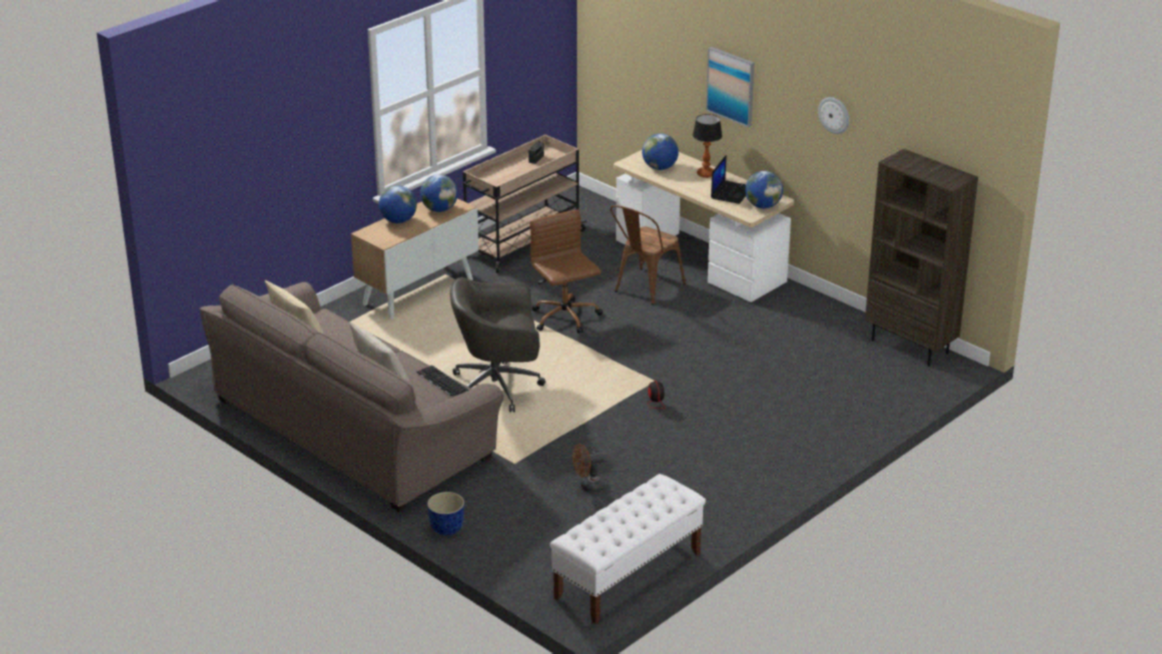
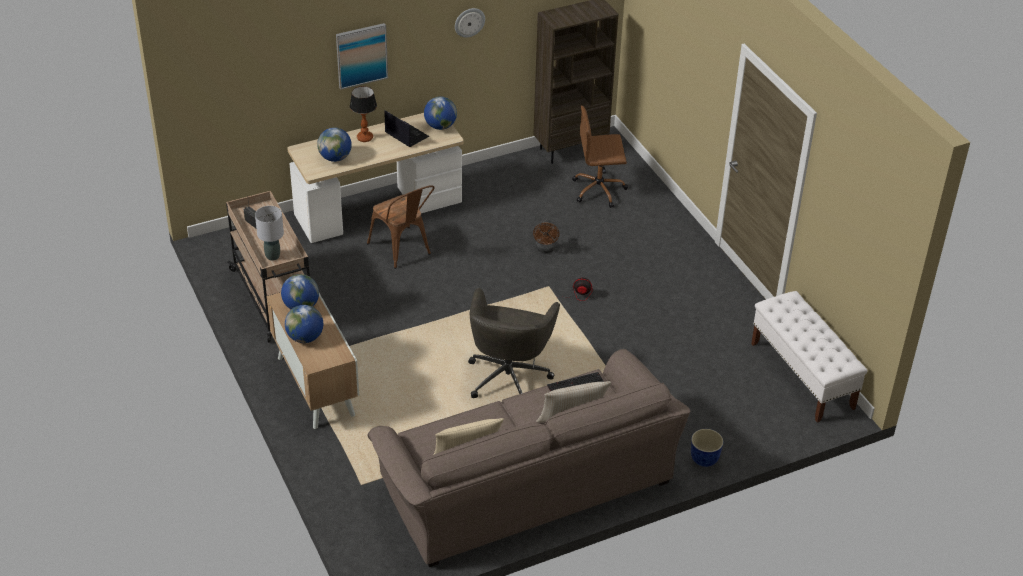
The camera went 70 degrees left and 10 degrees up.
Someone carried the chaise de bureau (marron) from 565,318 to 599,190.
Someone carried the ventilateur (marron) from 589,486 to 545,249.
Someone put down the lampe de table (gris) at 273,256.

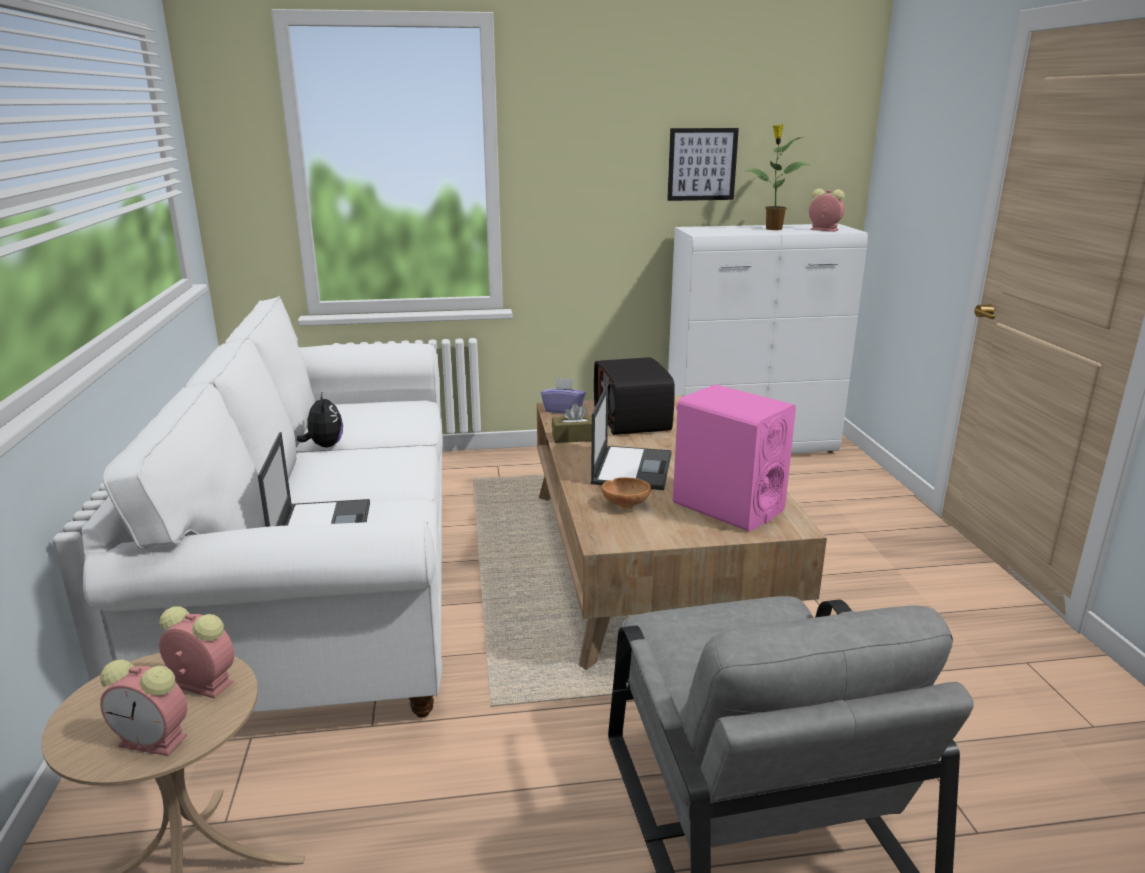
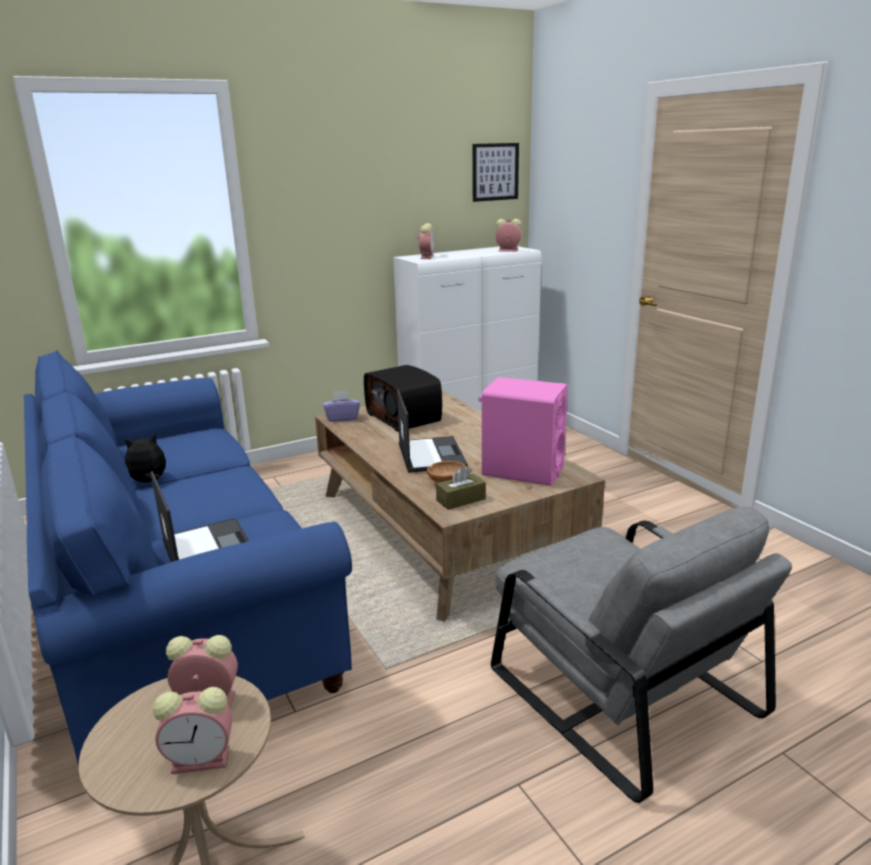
The camera went 20 degrees left and 0 degrees up.
Someone repainted the canapé (blanc) at 334,577, which became the canapé (bleu) at 181,598.
Someone rotated the peluche at 324,446 by 75 degrees counterclockwise.
Someone carried the boîte à mouchoirs (marron) from 574,437 to 461,500.
Someone carried the tableau from 702,164 to 495,172.
Someone took away the plante en pot at 773,229.
Someone put down the réveil at 426,257.

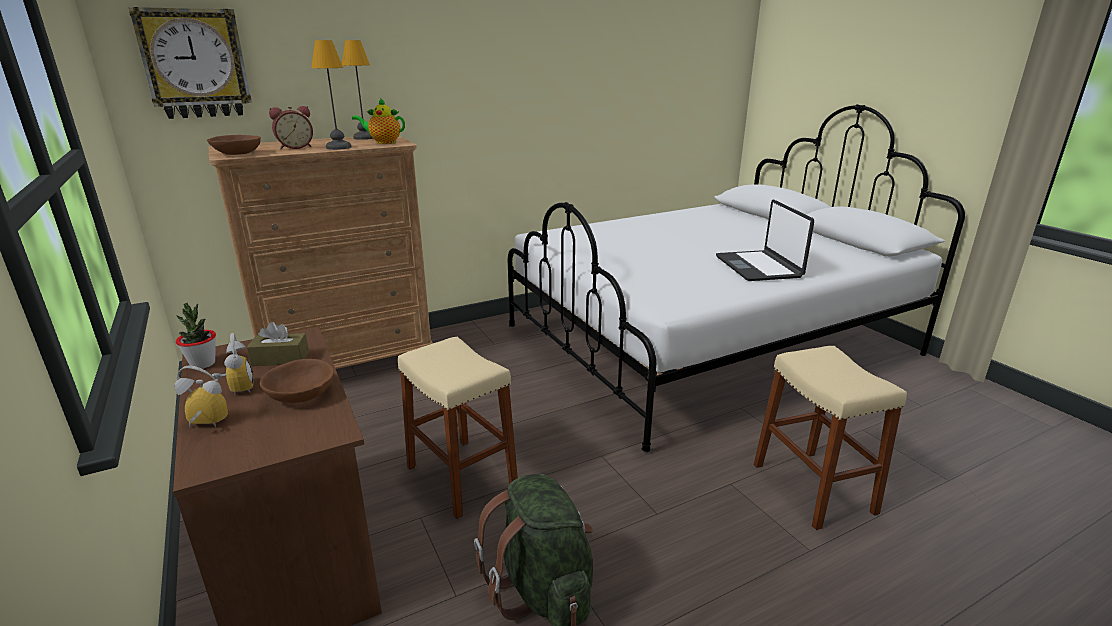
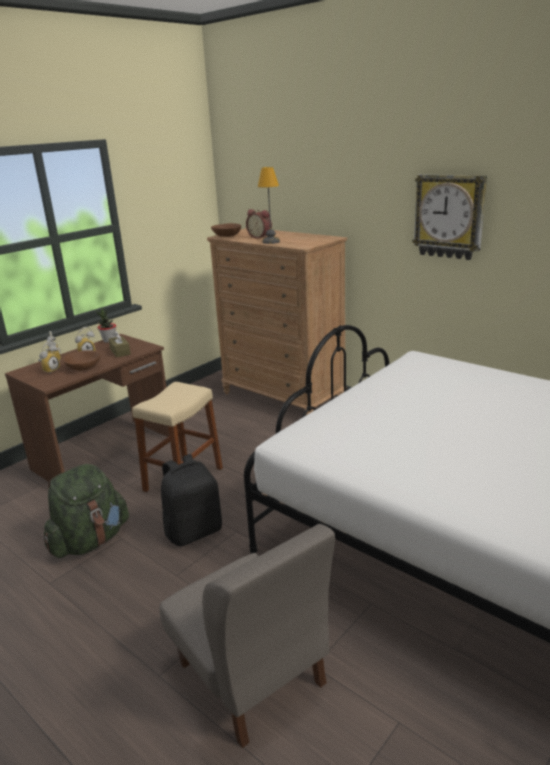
The camera went 70 degrees right and 0 degrees up.
Someone carried the horloge murale from 195,64 to 449,216.
Someone took away the lampe de table at 365,137.
Someone took away the théière at 383,142.
Someone took away the ordinateur portable at 758,267.
Someone swapped the tabouret (beige) at 813,488 for the chaise (gris) at 251,674.
Someone put down the réveil at 50,370.
Someone put down the sac à dos (noir) at 194,531.

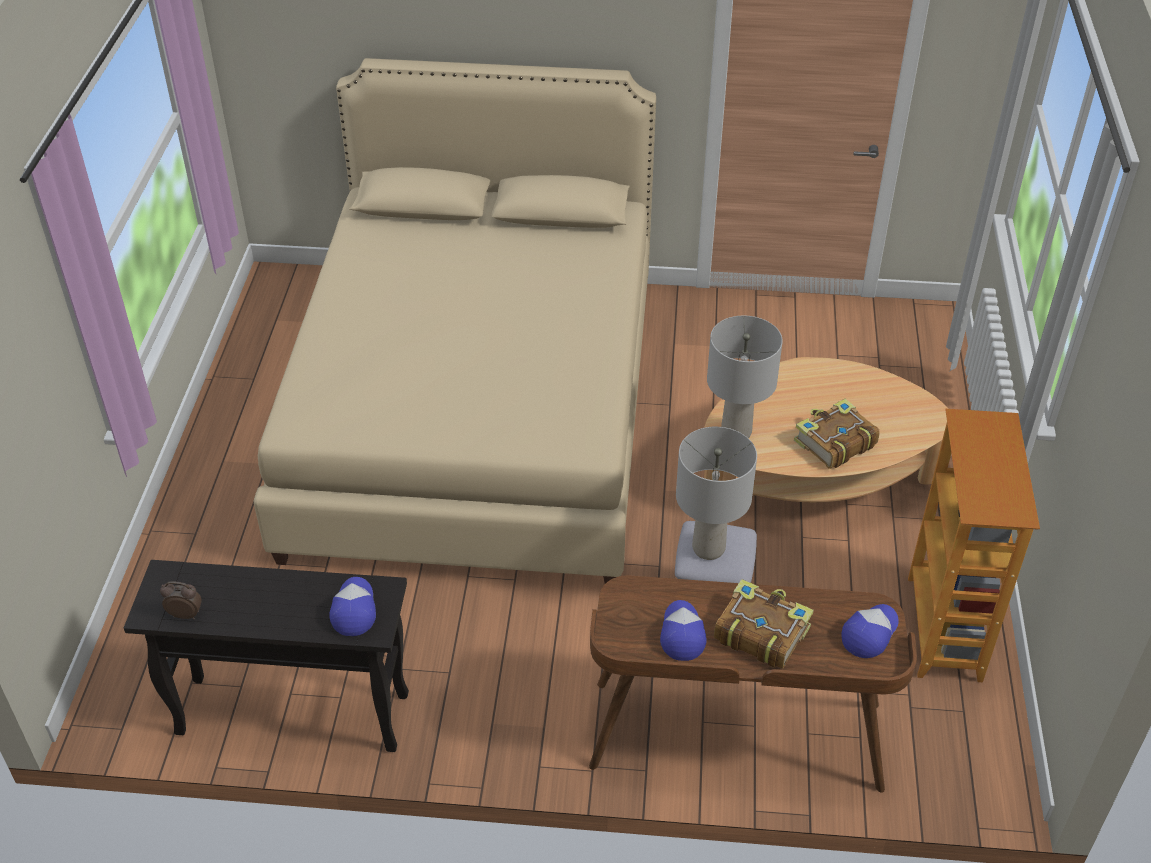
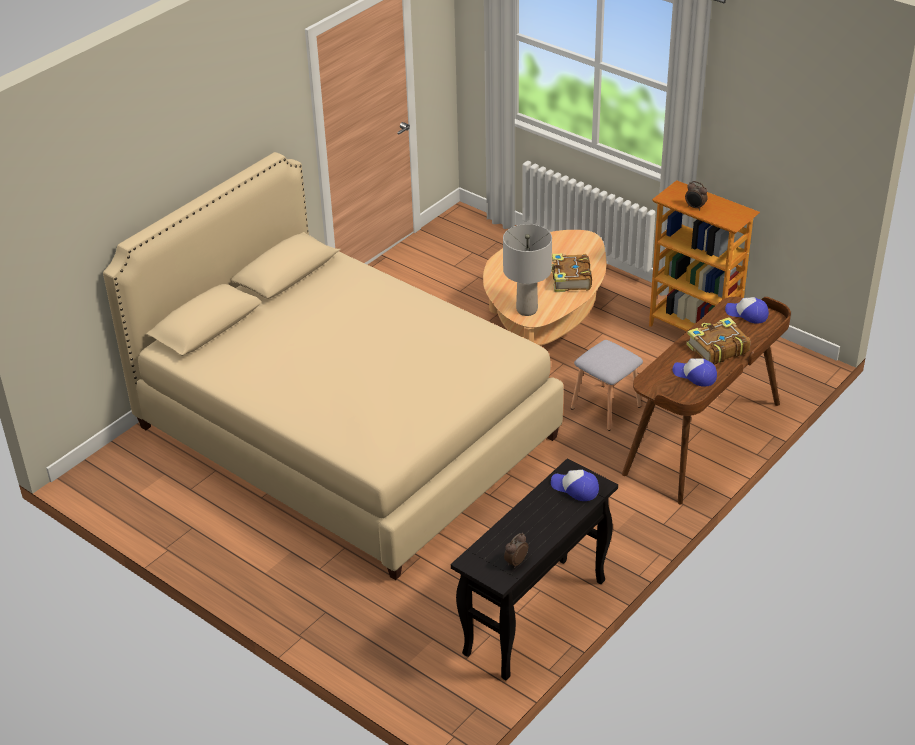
The camera went 55 degrees left and 5 degrees down.
Someone took away the lampe de table (gris) at 709,548.
Someone rotated the casquette at 869,633 by 45 degrees counterclockwise.
Someone put down the réveil at 695,207.

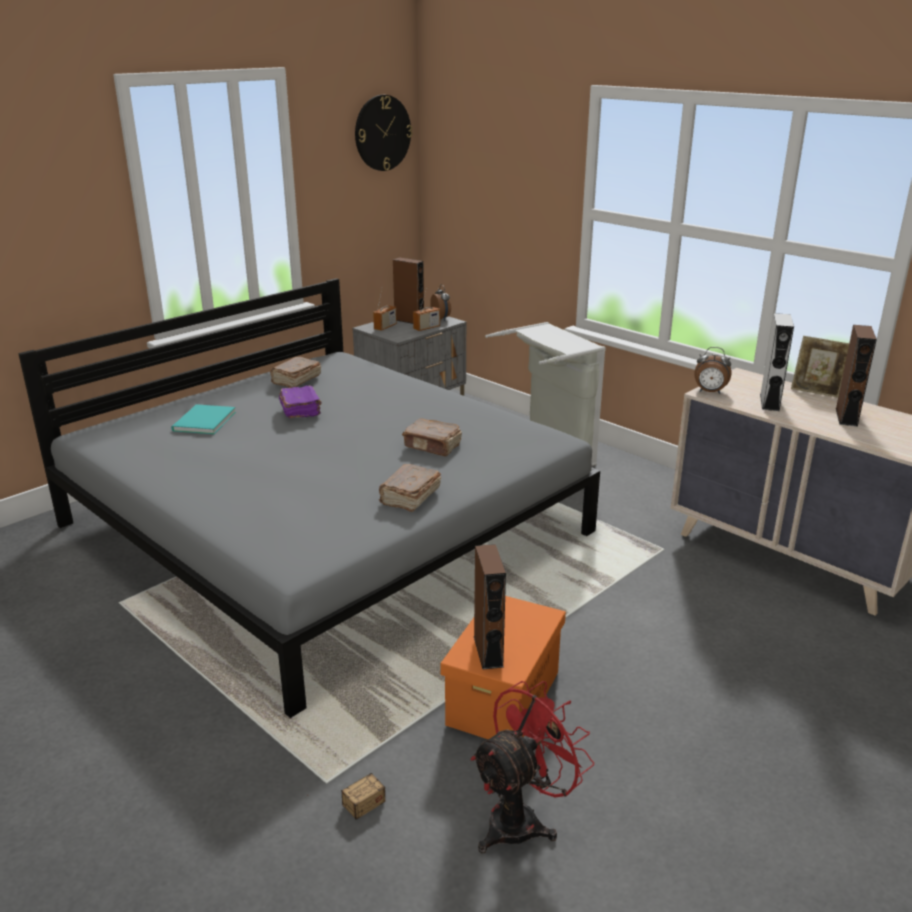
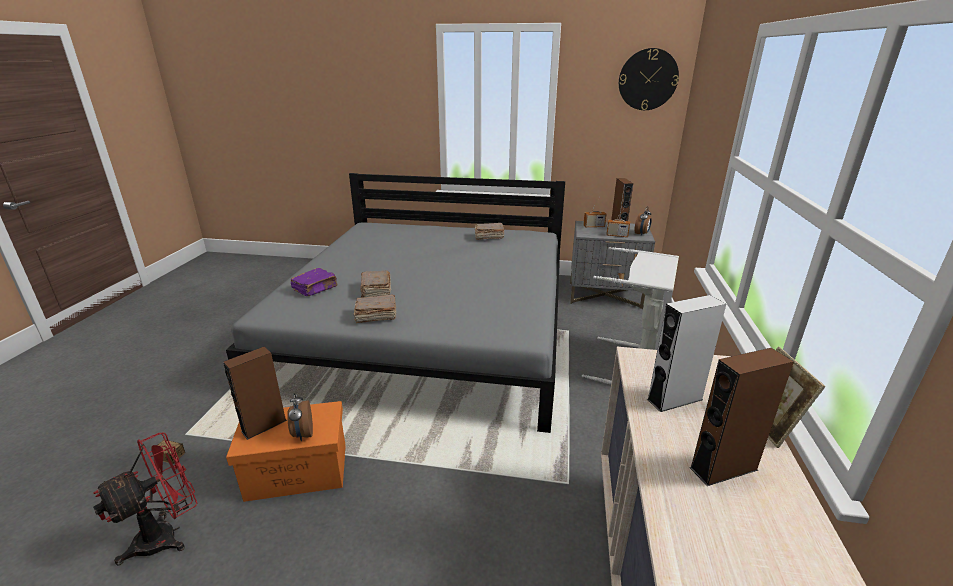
The camera went 55 degrees right and 0 degrees up.
Someone took away the livre (turquoise) at 202,422.
Someone carried the livre (violet) from 301,410 to 315,289.
Someone carried the livre (marron) from 433,446 to 375,291.
Someone rotated the ventilateur (rouge) at 522,819 by 60 degrees counterclockwise.
Someone carried the réveil from 709,392 to 302,434.

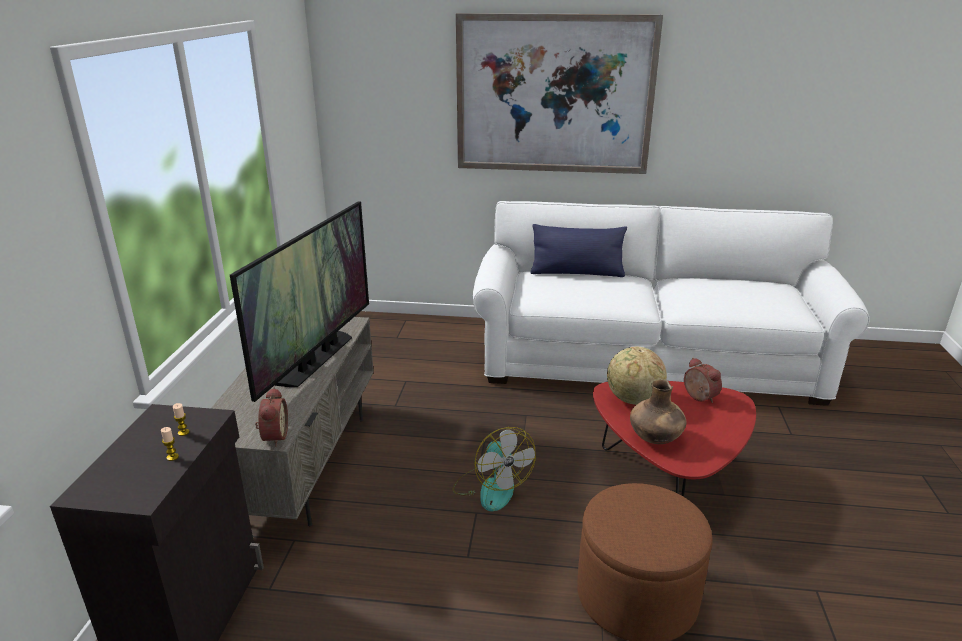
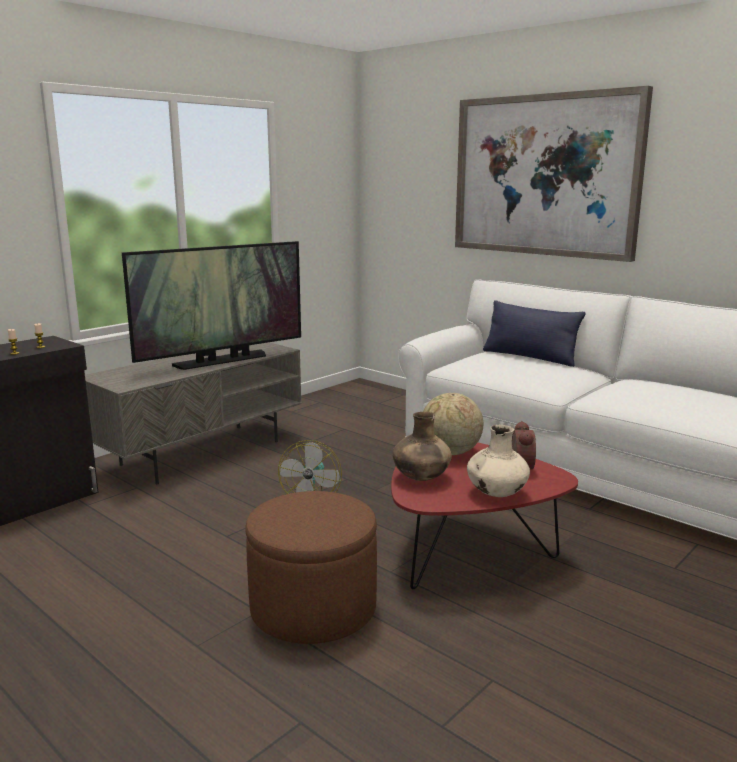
The camera went 35 degrees right and 10 degrees down.
Someone took away the réveil at 273,436.
Someone put down the vase (beige) at 496,493.

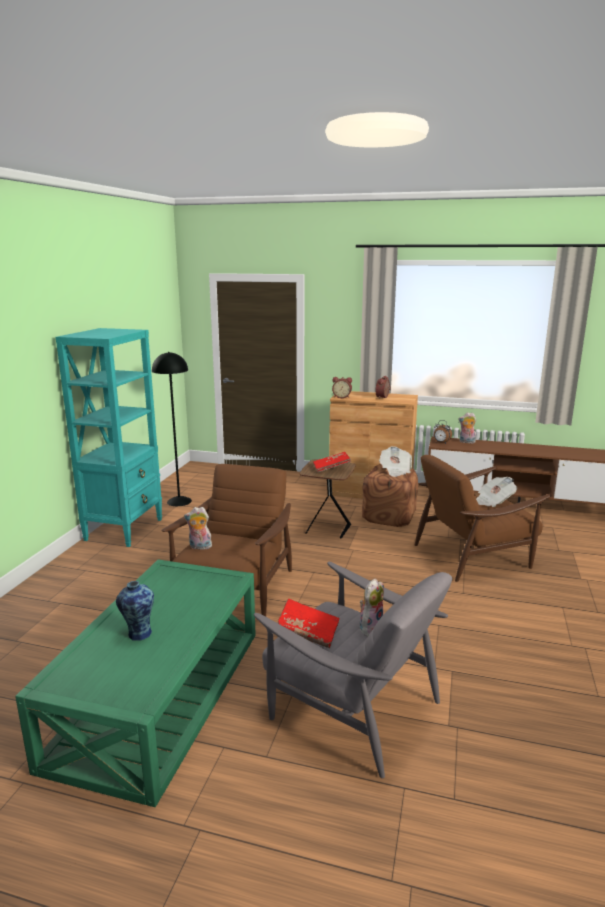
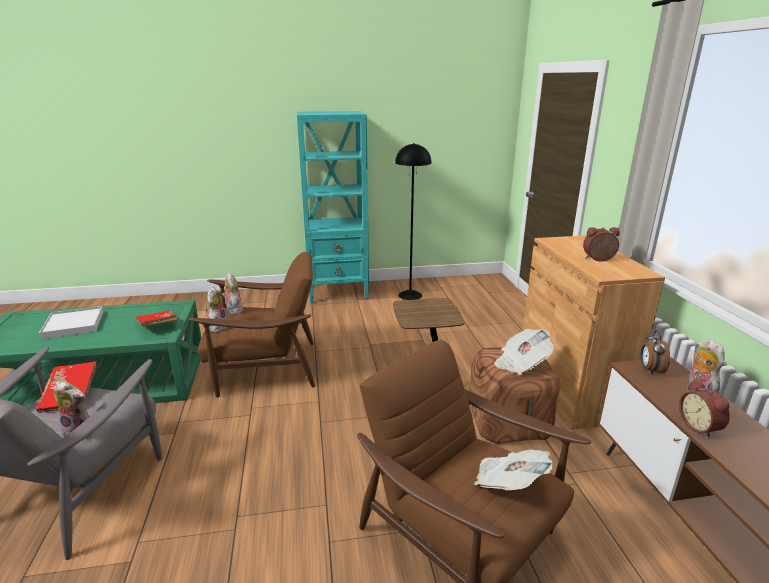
The camera went 65 degrees right and 5 degrees up.
Someone swapped the vase at 138,634 for the plateau (blanc) at 74,325.
Someone carried the livre (rouge) from 331,468 to 157,326.
Someone carried the réveil from 342,397 to 700,427.
Someone put down the peluche at 217,327.

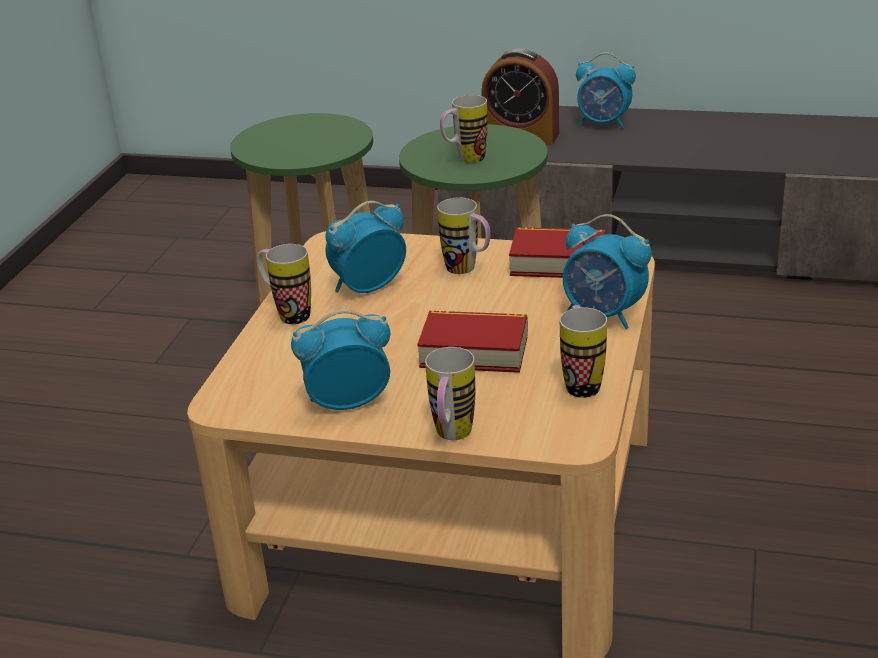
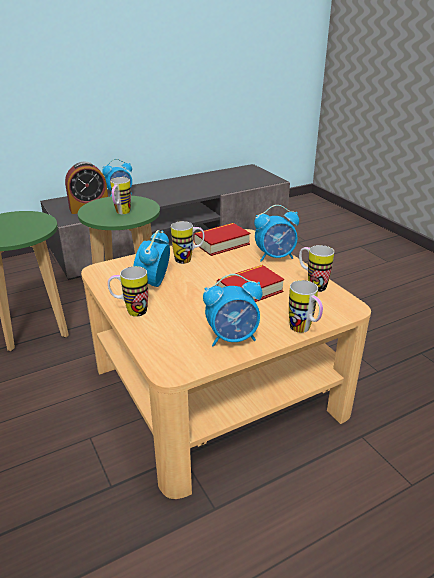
The camera went 45 degrees left and 0 degrees up.
Someone rotated the réveil at 347,402 by 135 degrees counterclockwise.

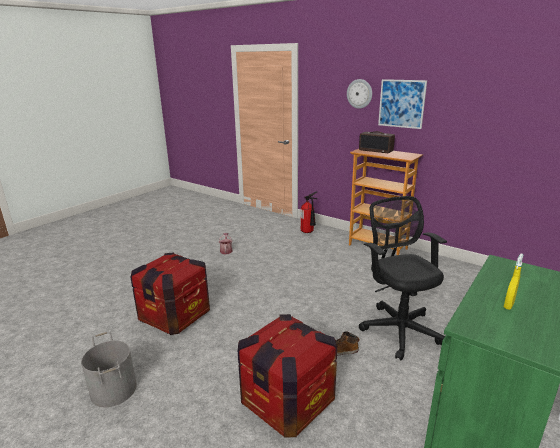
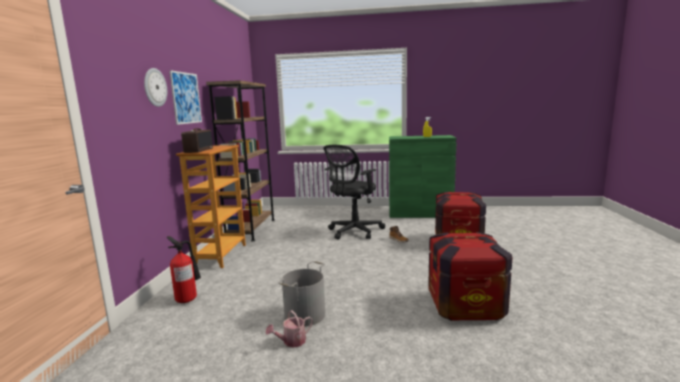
The camera went 120 degrees left and 10 degrees down.
Someone carried the seau (gris) from 113,390 to 305,315.
Someone put down the bibliothèque (marron) at 251,229.

